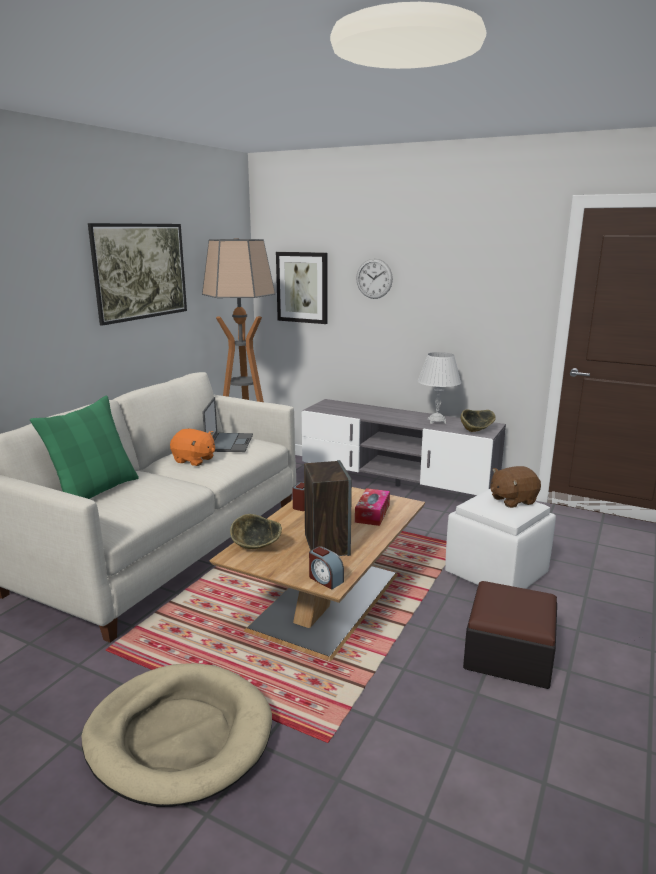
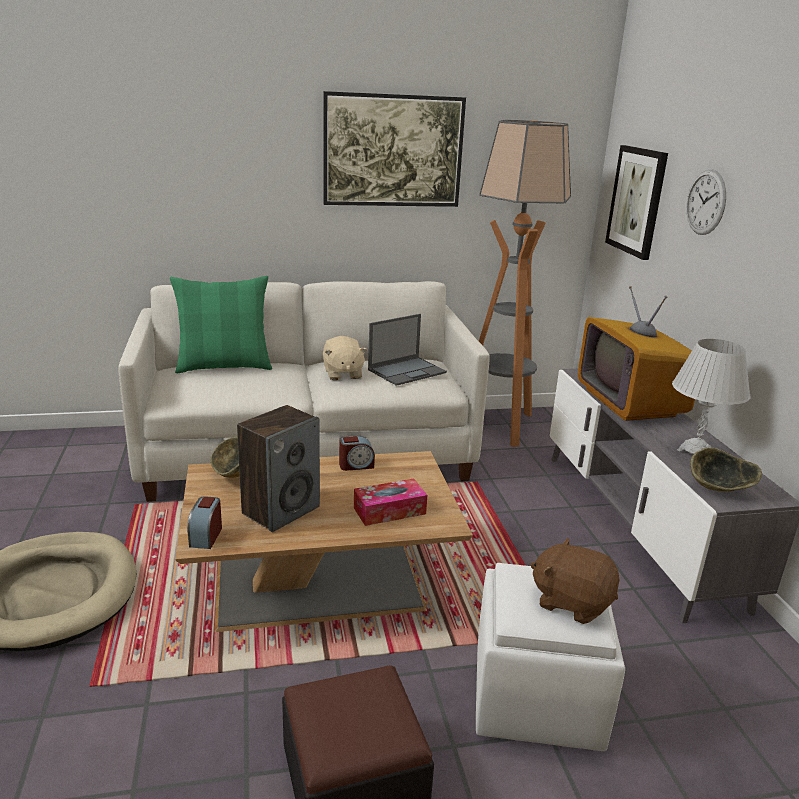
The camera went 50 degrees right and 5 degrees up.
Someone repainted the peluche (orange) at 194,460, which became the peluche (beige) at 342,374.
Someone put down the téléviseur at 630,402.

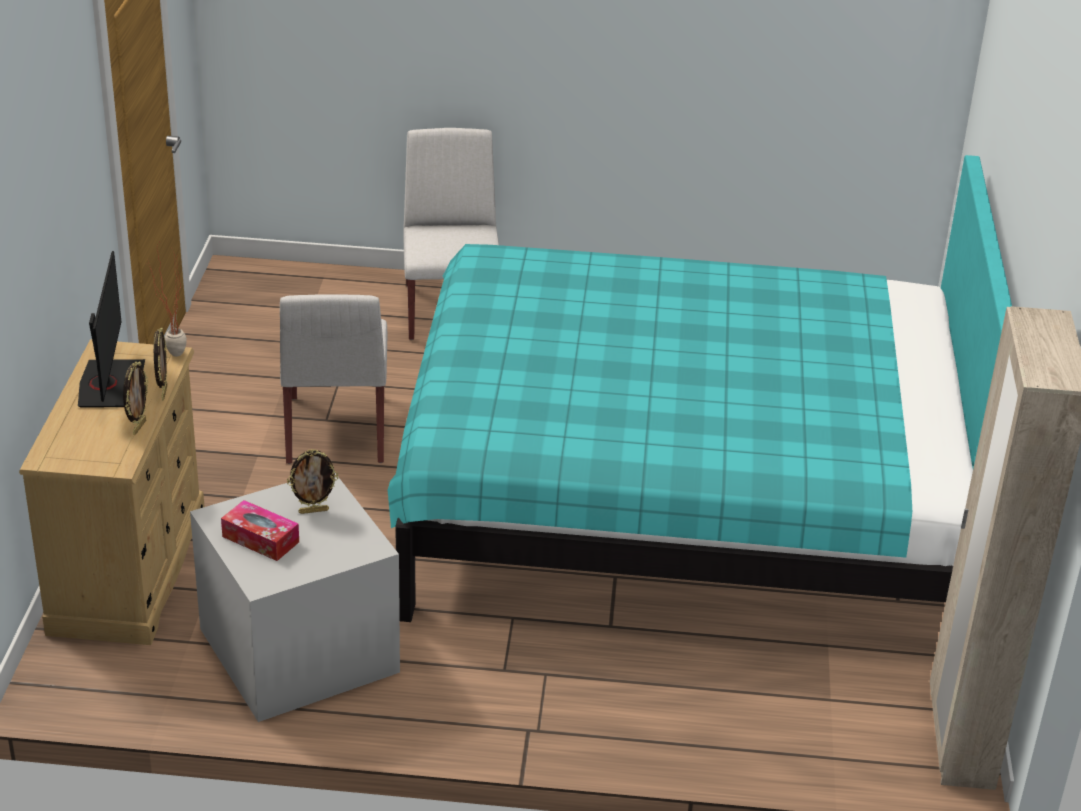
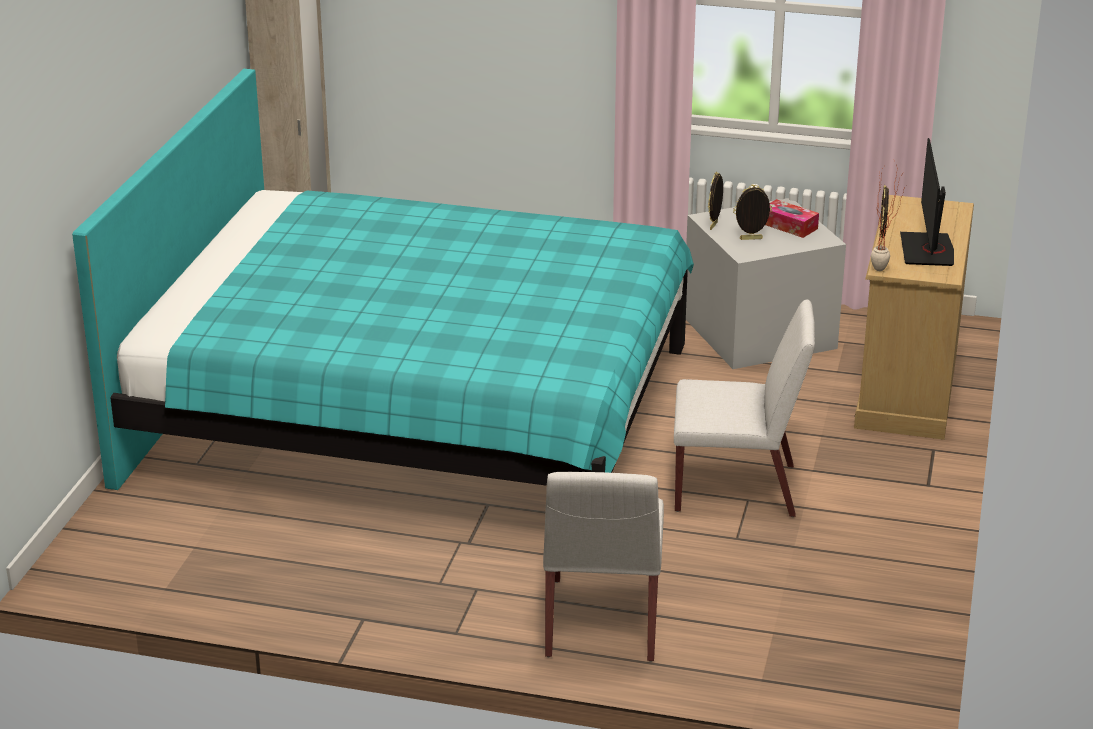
The camera went 170 degrees left and 5 degrees down.
Someone carried the cadre photo from 138,427 to 714,226.
Someone rotated the chaise (blanc) at 336,431 by 90 degrees clockwise.

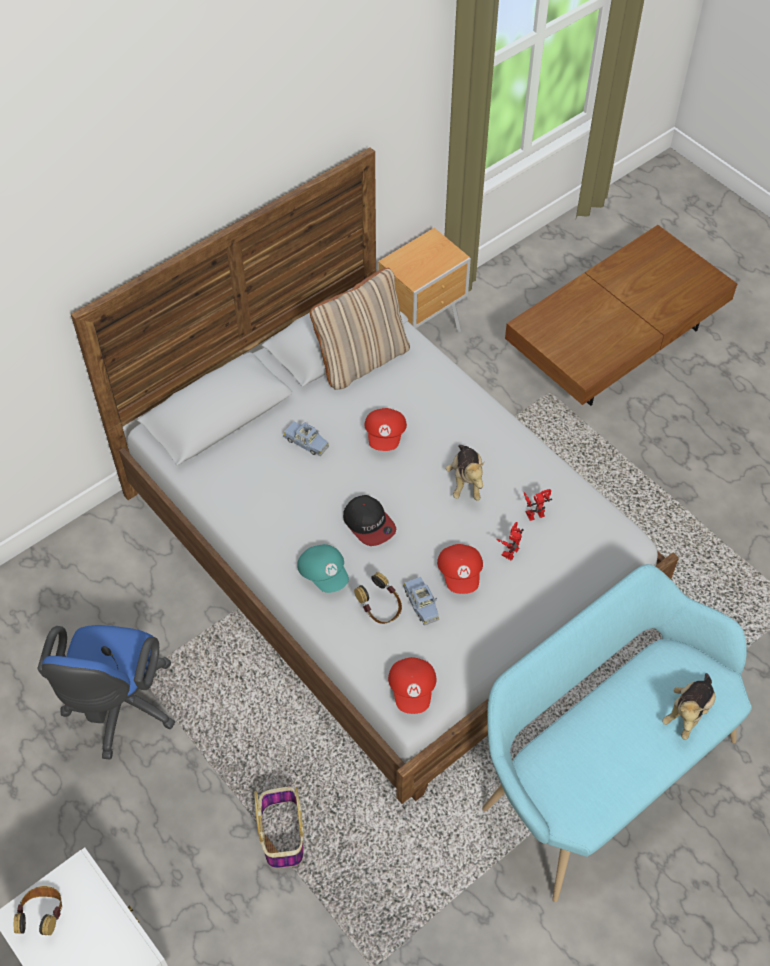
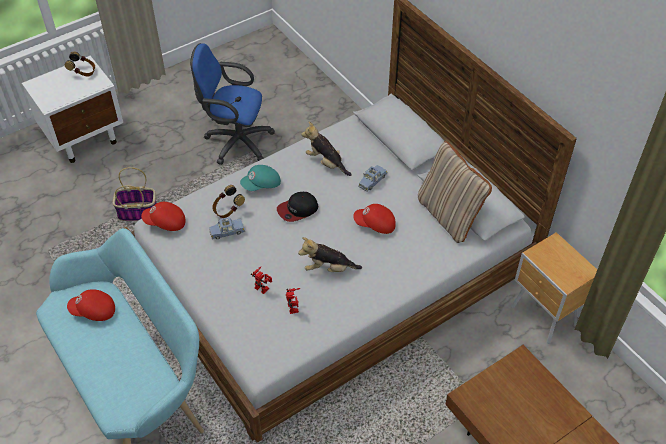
The camera went 95 degrees right and 5 degrees down.
Someone carried the casquette (rouge) from 461,573 to 93,311.
Someone carried the peluche from 688,712 to 326,163.

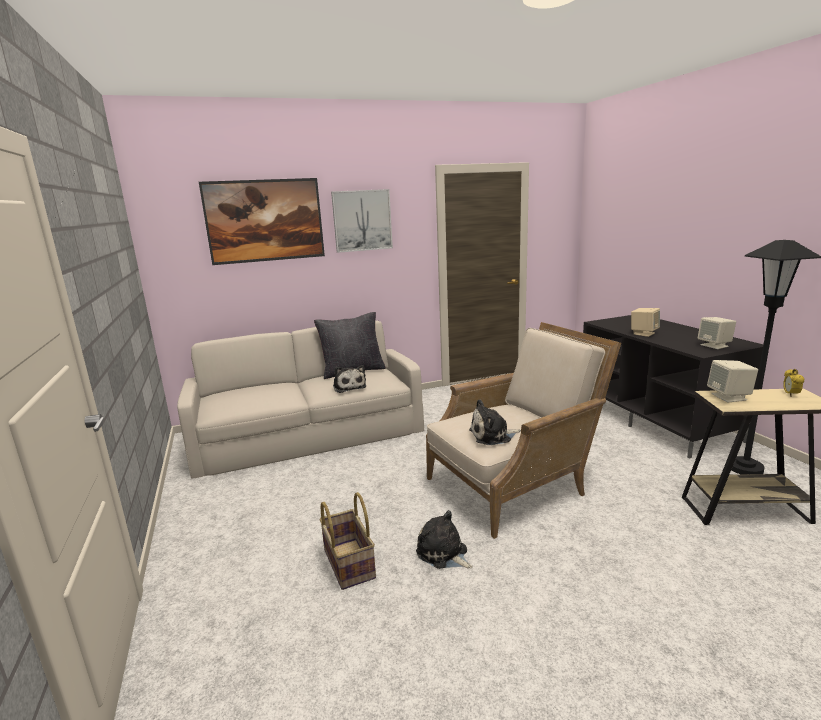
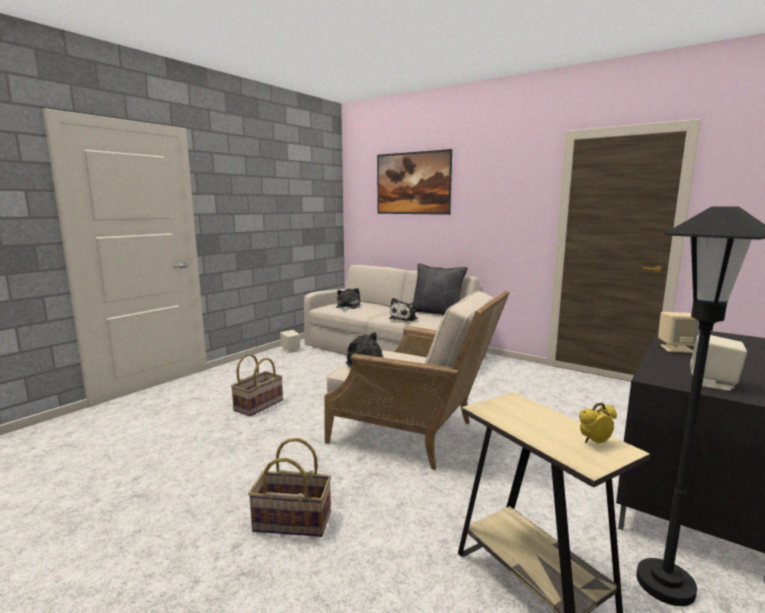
The camera went 55 degrees right and 5 degrees down.
Someone took away the tableau at 362,220.
Someone carried the peluche from 443,554 to 347,307.
Someone carried the enceinte (beige) from 729,397 to 290,350.
Someone put down the panier at 291,522.

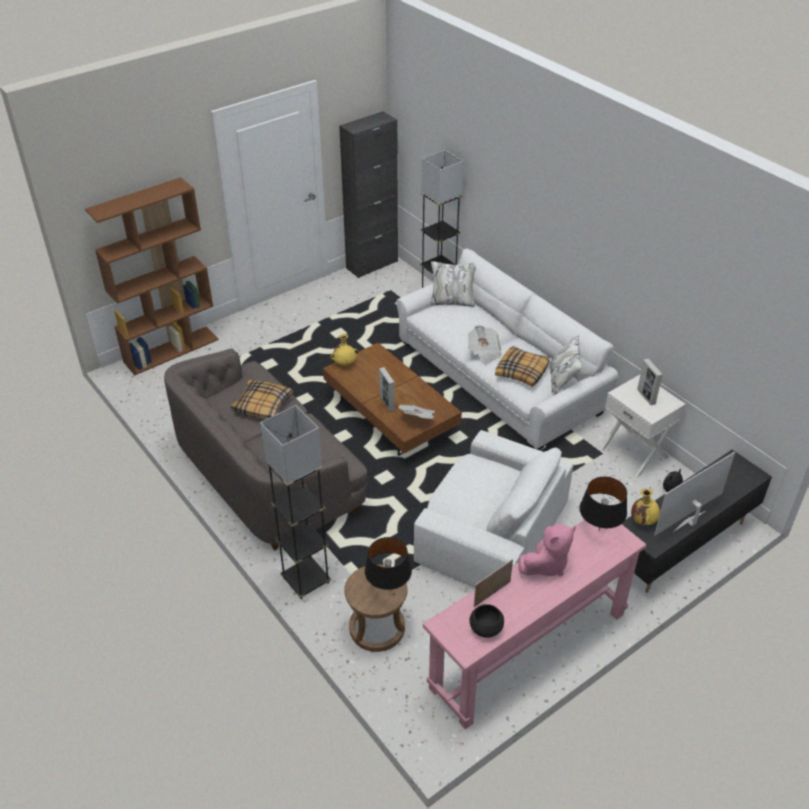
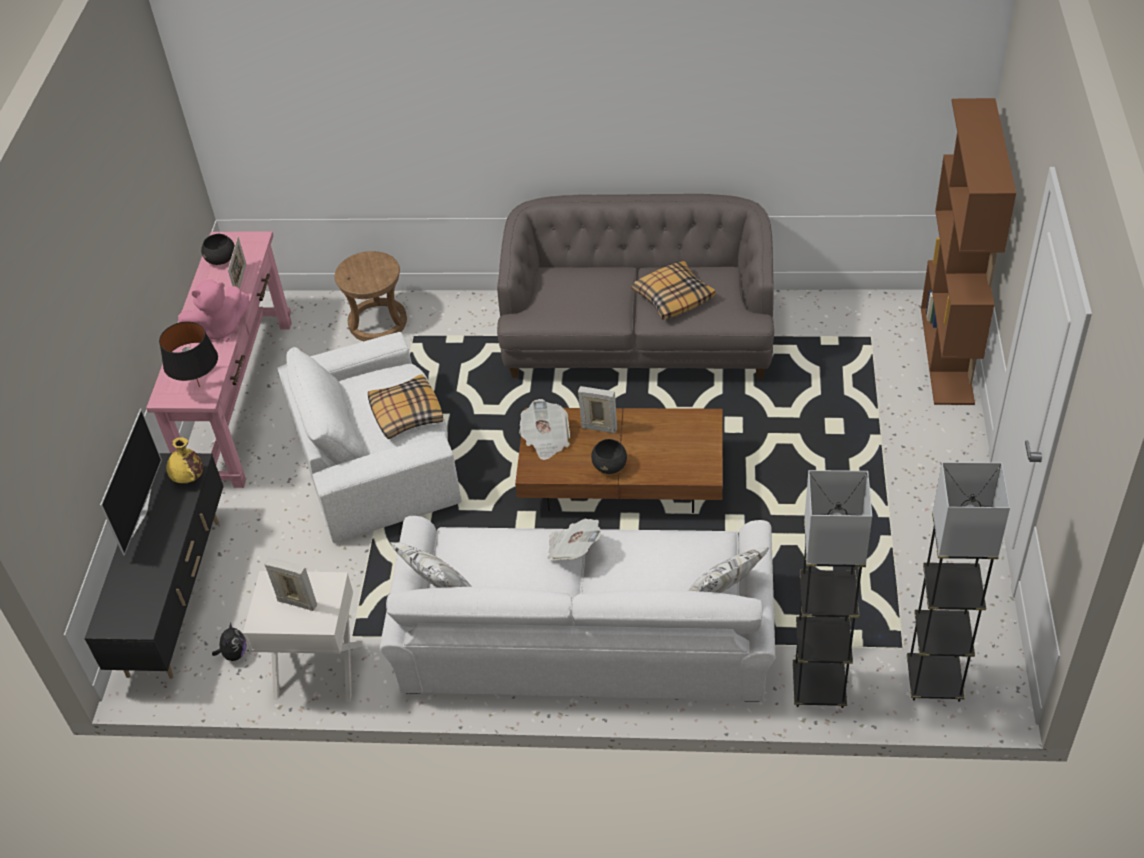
The camera went 135 degrees right and 5 degrees up.
Someone carried the lampadaire (gris) from 306,580 to 934,681.
Someone took away the vase (jaune) at 345,363.
Someone took away the meuble de rangement (noir) at 372,265.
Someone took away the lampe de table (noir) at 388,589.
Someone carried the coussin from 522,372 to 406,414.
Someone rotated the peluche (rose) at 546,564 by 120 degrees counterclockwise.
Someone put down the bol (noir) at 610,466.

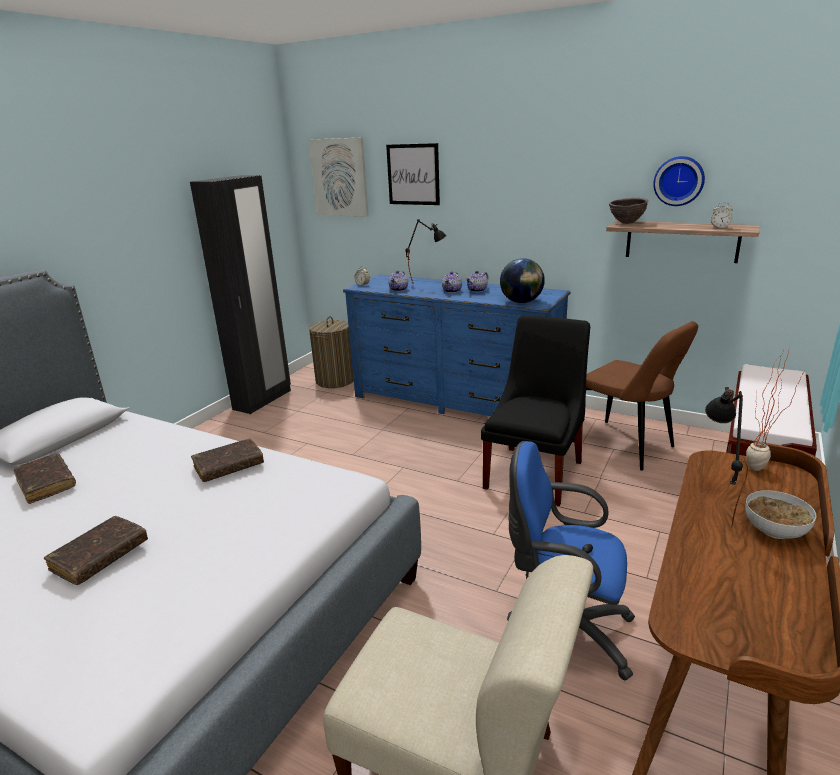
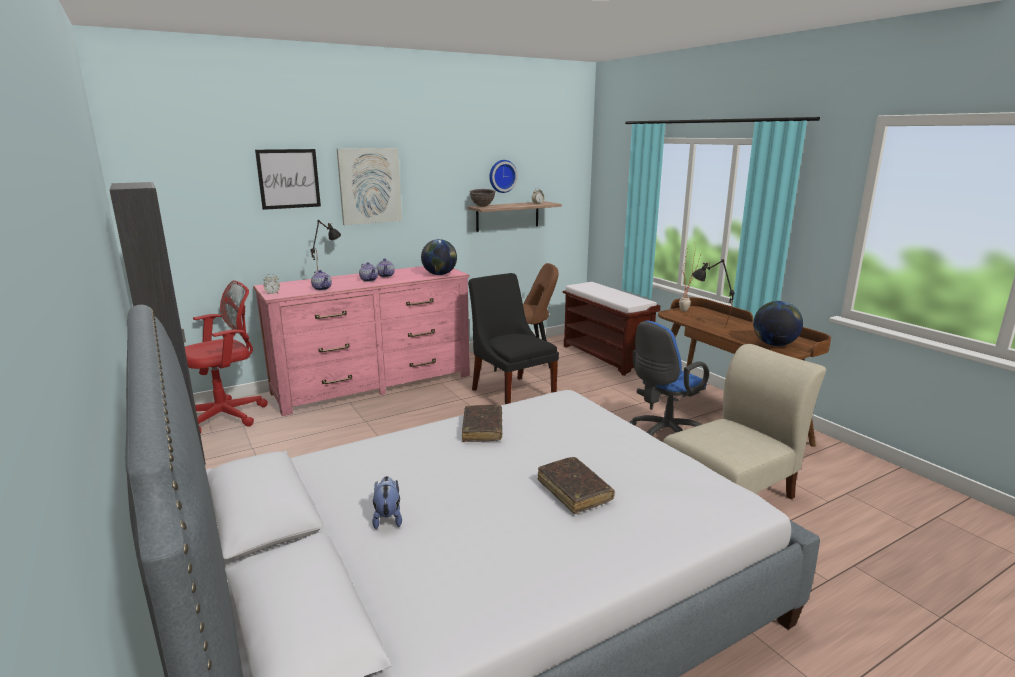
The camera went 60 degrees left and 5 degrees down.
Someone swapped the livre (marron) at 46,484 for the peluche at 388,518.
Someone carried the tableau from 340,177 to 369,186.
Someone swapped the panier à linge at 335,380 for the chaise de bureau (rouge) at 227,415.
Someone repainted the commode (bleu) at 455,401, which became the commode (rose) at 373,384.
Someone took away the bol at 775,531.
Someone put down the globe at 774,344.

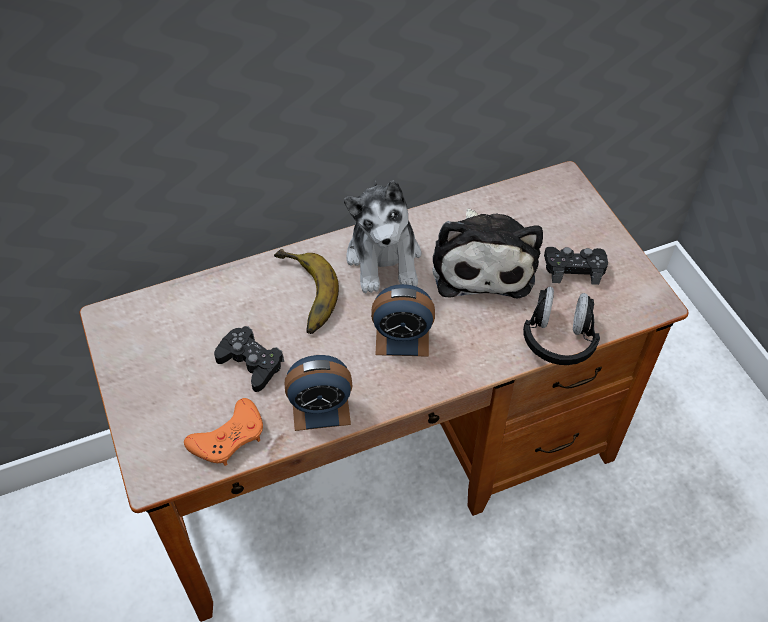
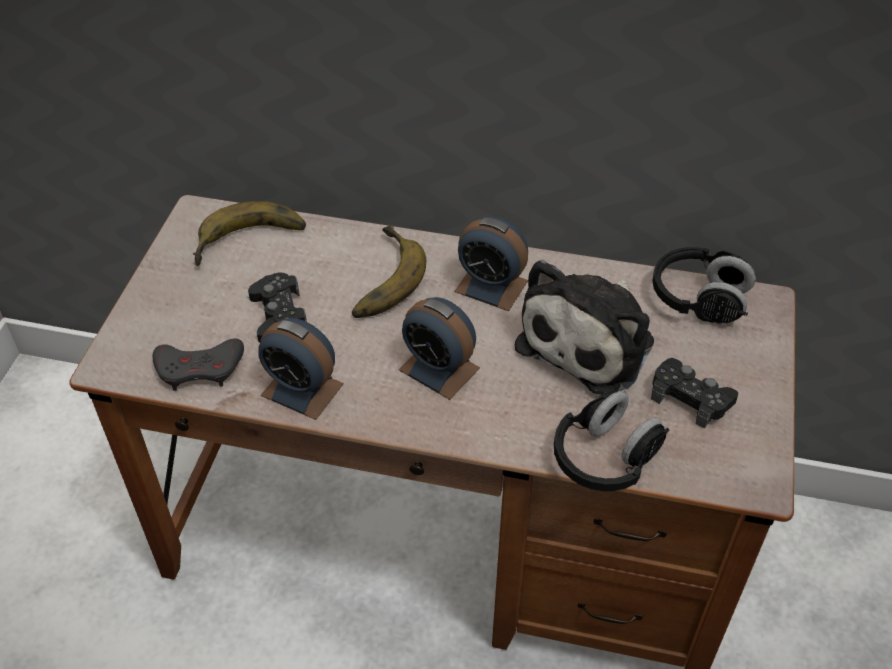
The camera went 35 degrees right and 5 degrees down.
Someone repainted the manette (orange) at 229,437, which became the manette (gris) at 200,368.
Someone swapped the peluche at 384,258 for the réveil at 491,286.
Someone put down the banane at 251,243.
Someone put down the casque audio (noir) at 698,300.

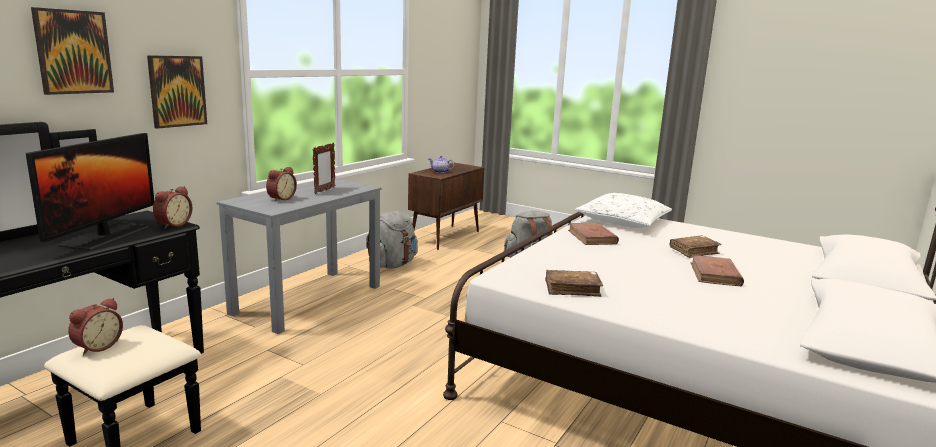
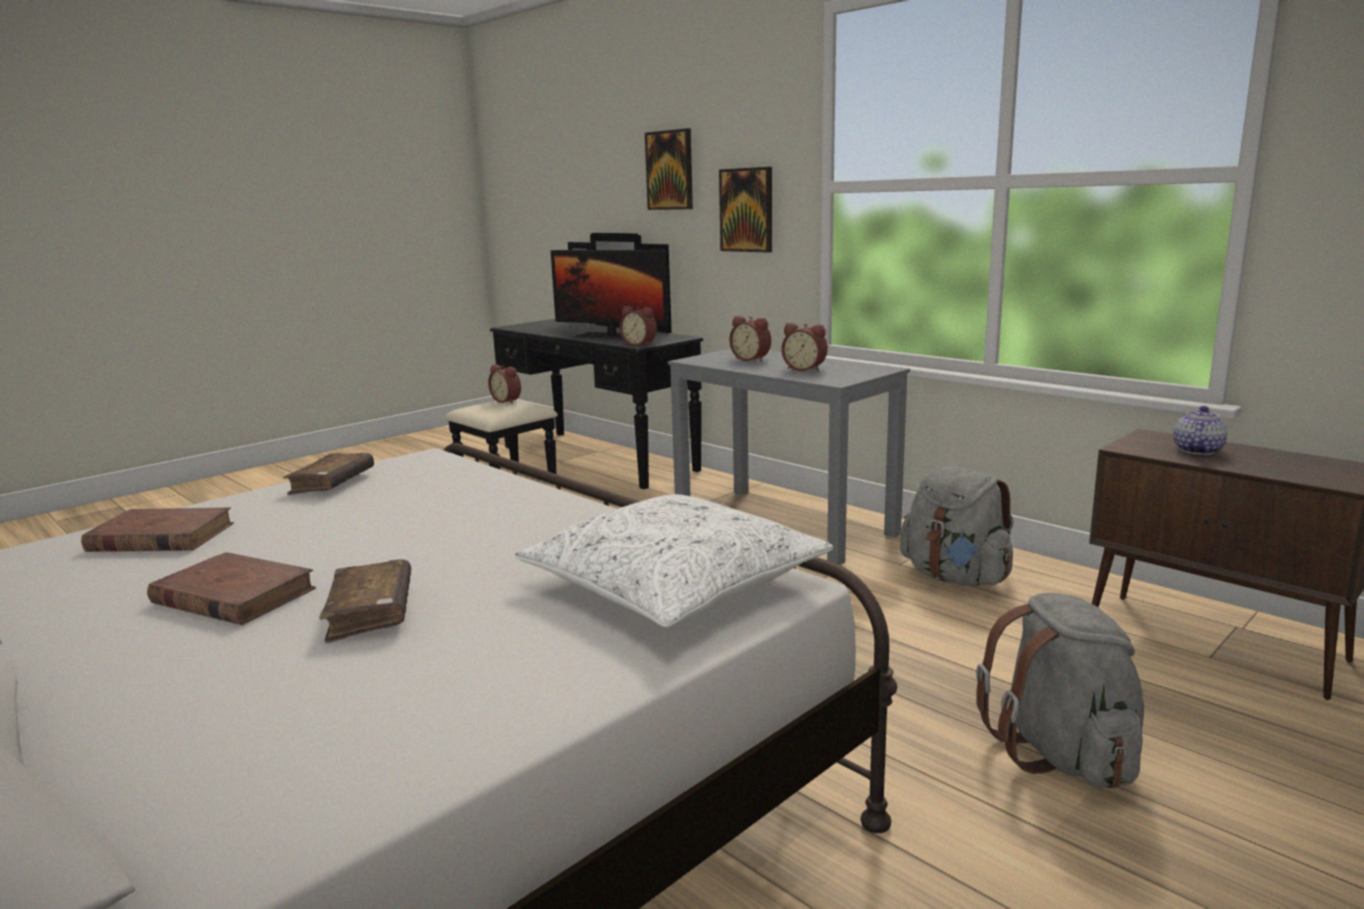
The camera went 105 degrees right and 0 degrees up.
Someone swapped the cadre photo at 324,190 for the réveil at 805,369.
Someone carried the livre (marron) from 592,237 to 160,537.

